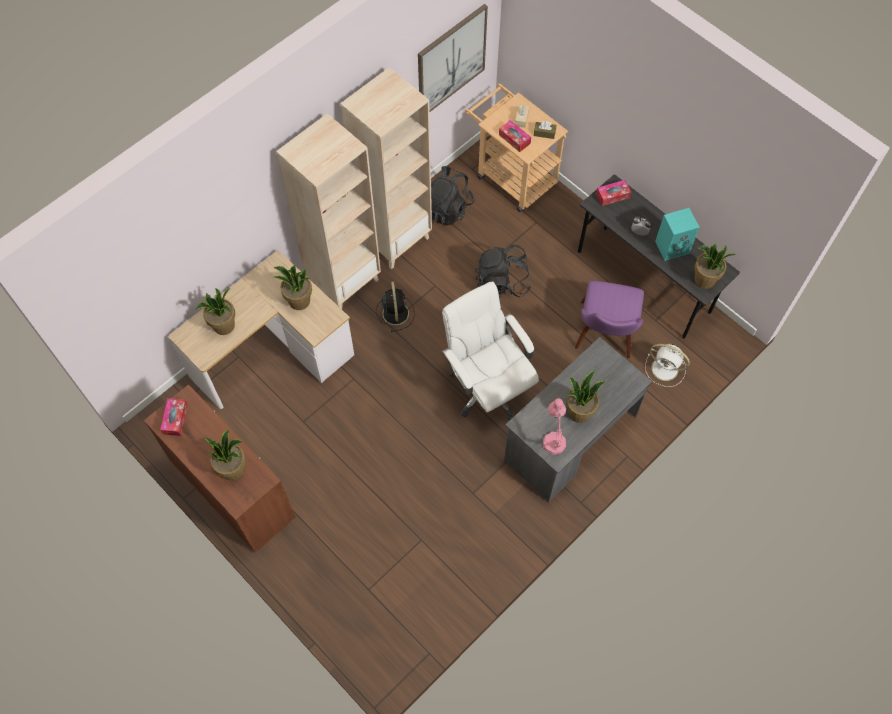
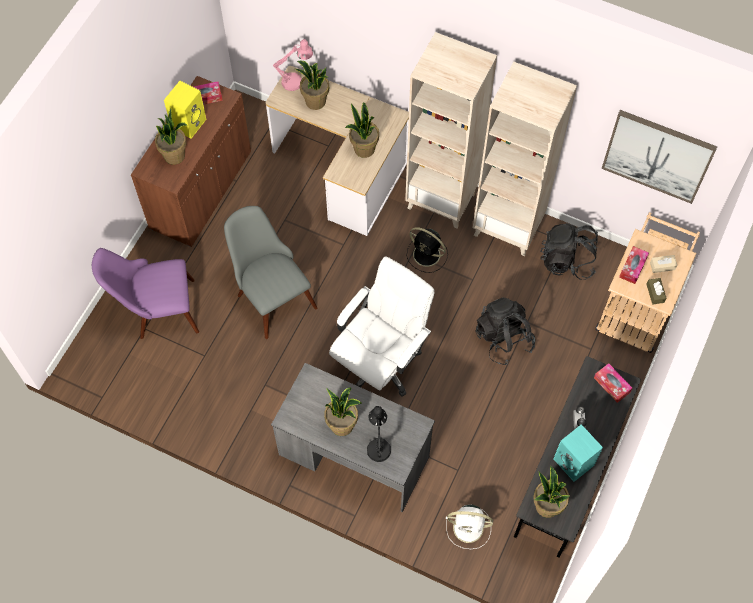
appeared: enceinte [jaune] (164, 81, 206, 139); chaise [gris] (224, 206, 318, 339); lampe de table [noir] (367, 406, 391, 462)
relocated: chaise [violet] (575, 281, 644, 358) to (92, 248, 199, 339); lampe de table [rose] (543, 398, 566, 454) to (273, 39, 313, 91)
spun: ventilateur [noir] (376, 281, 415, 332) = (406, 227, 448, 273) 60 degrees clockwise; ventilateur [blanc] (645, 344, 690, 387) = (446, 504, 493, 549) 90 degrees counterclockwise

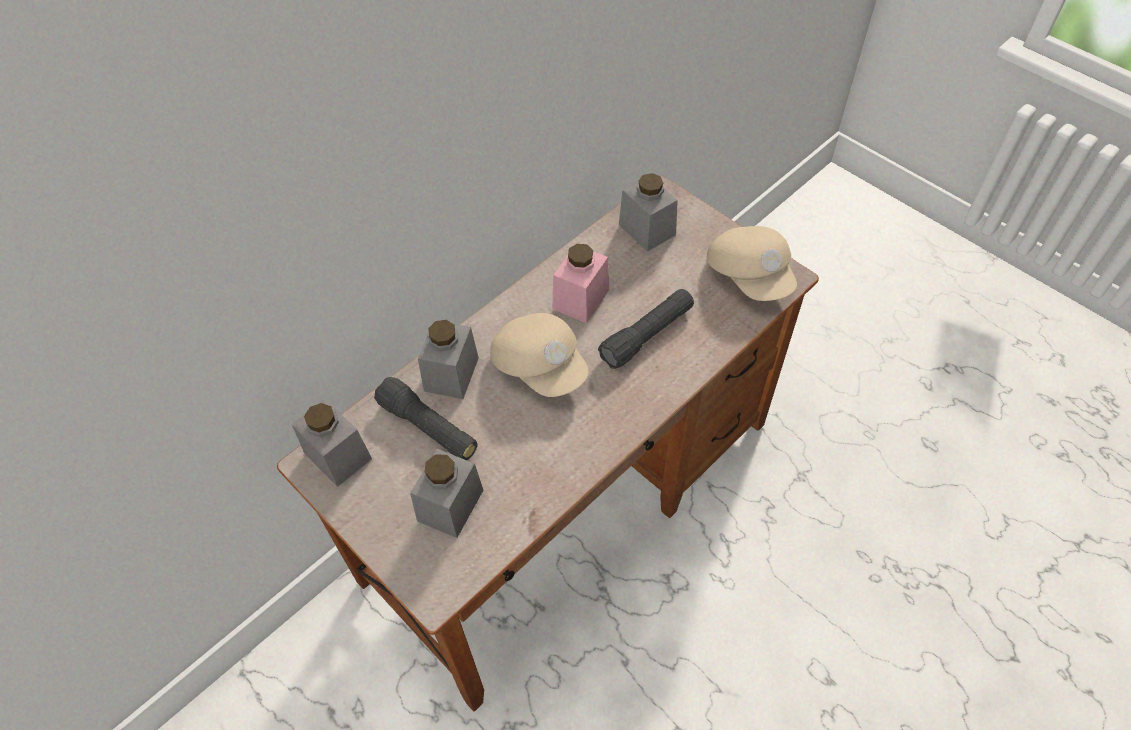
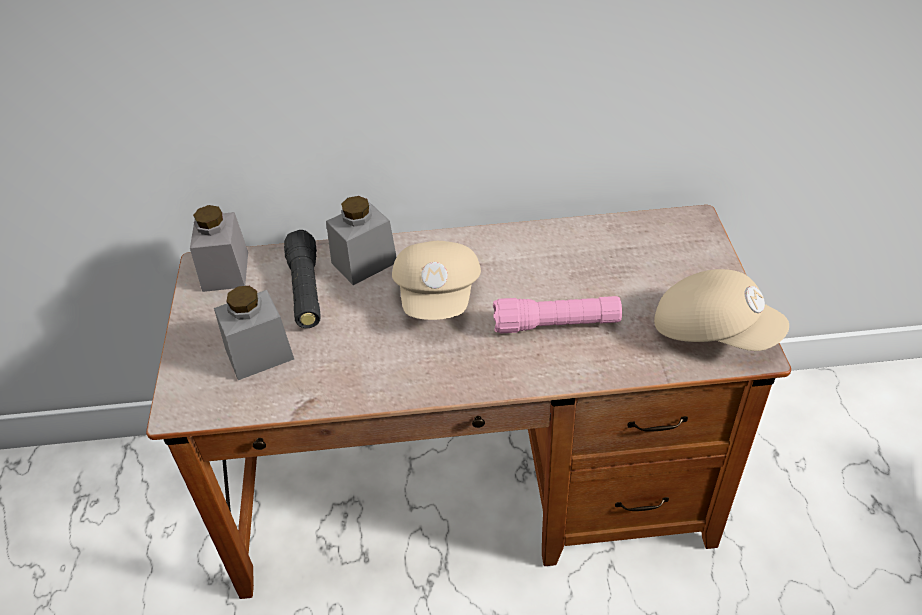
missing: bocal [gris] (619, 173, 678, 252); bocal [rose] (553, 244, 610, 324)
colour: lampe de poche [noir] (598, 289, 694, 369) to lampe de poche [rose] (493, 296, 622, 334)
spun: casquette [beige] (707, 226, 797, 301) = (654, 269, 789, 351) 75 degrees counterclockwise

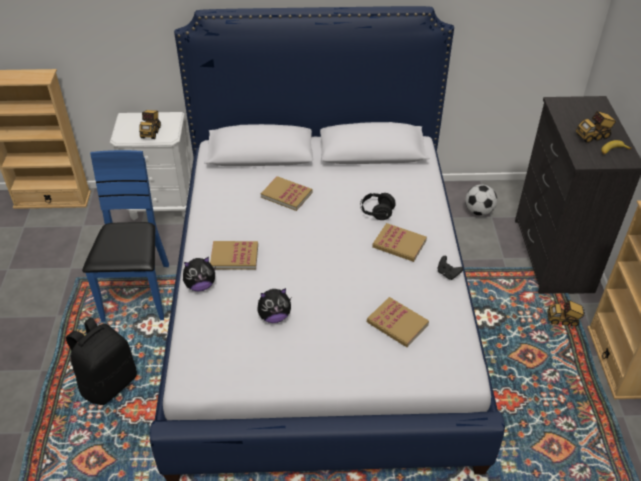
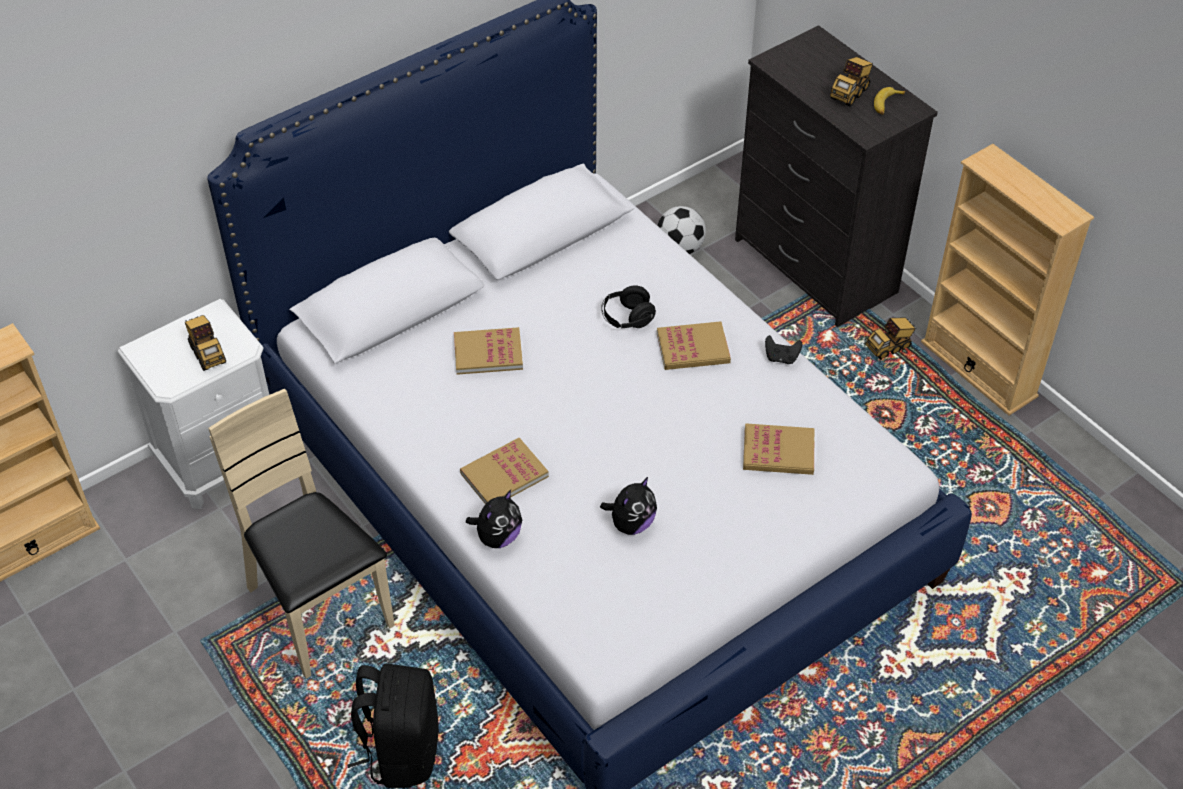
colour: chaise [bleu] (82, 150, 169, 322) to chaise [beige] (208, 389, 395, 679)

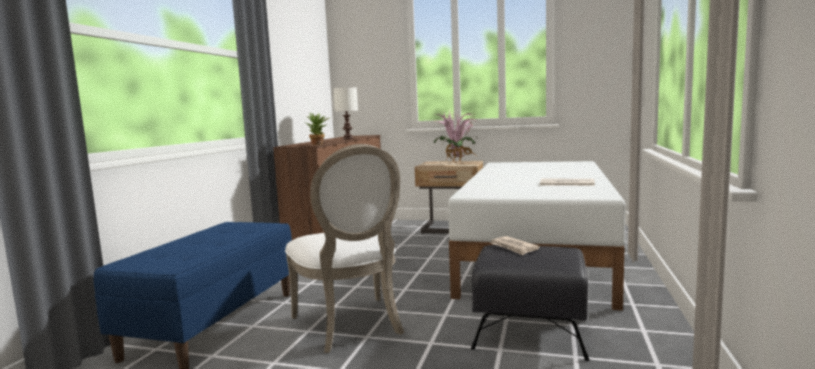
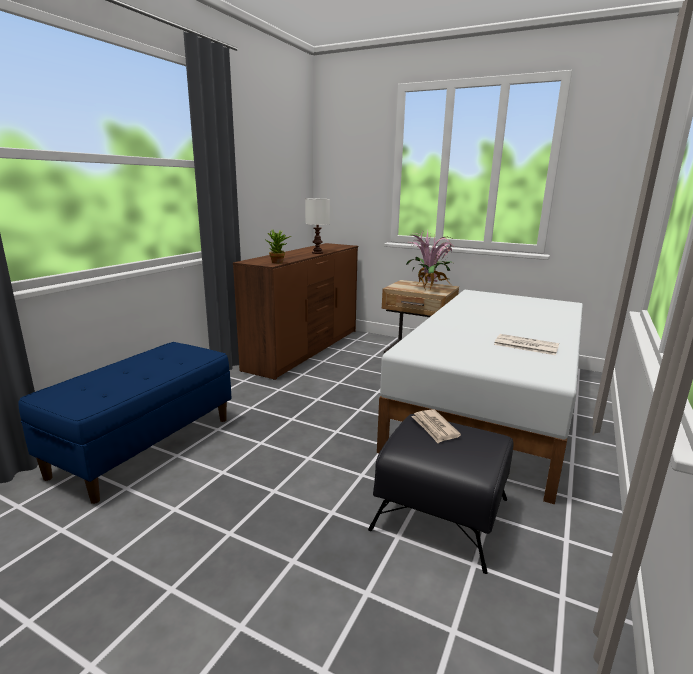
missing: chaise [blanc] (285, 144, 405, 353)

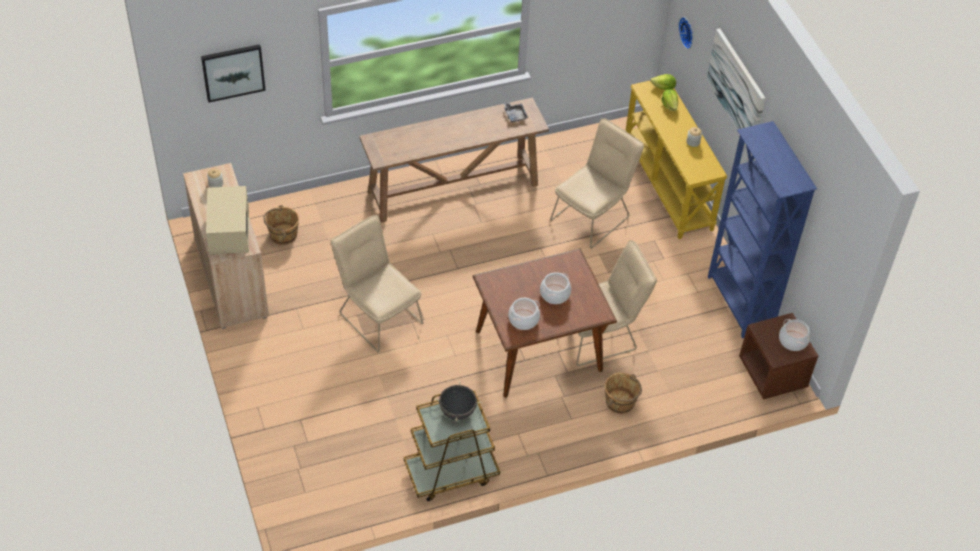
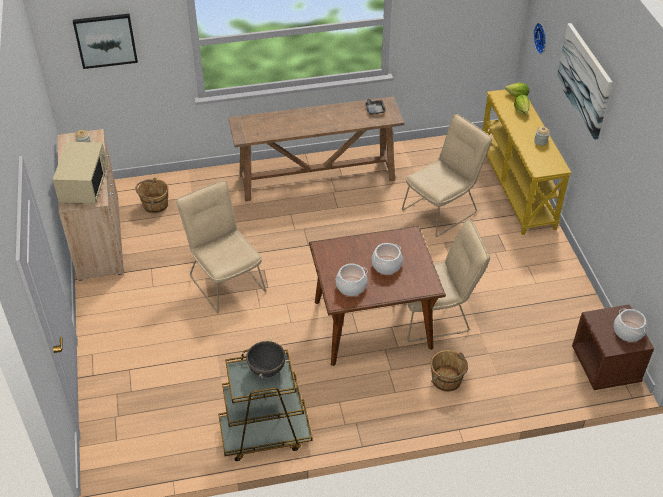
missing: bibliothèque [bleu] (708, 121, 817, 339)

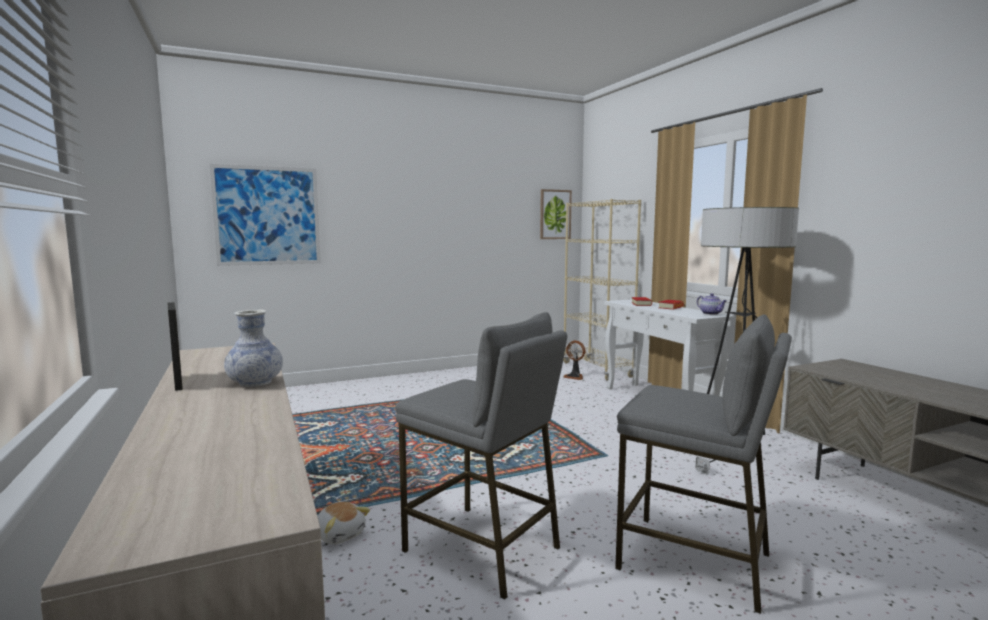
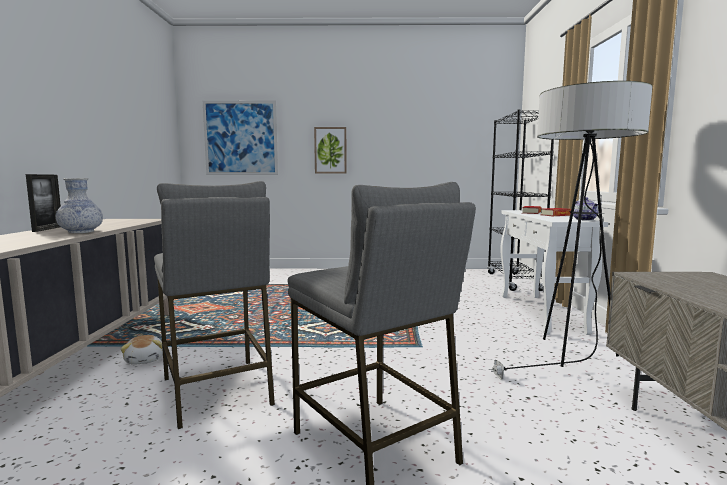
missing: ventilateur (563, 341, 586, 380)
relocated: tableau (540, 189, 572, 239) to (314, 127, 347, 173)
colour: bibliothèque [beige] (563, 199, 641, 381) to bibliothèque [noir] (487, 109, 554, 291)

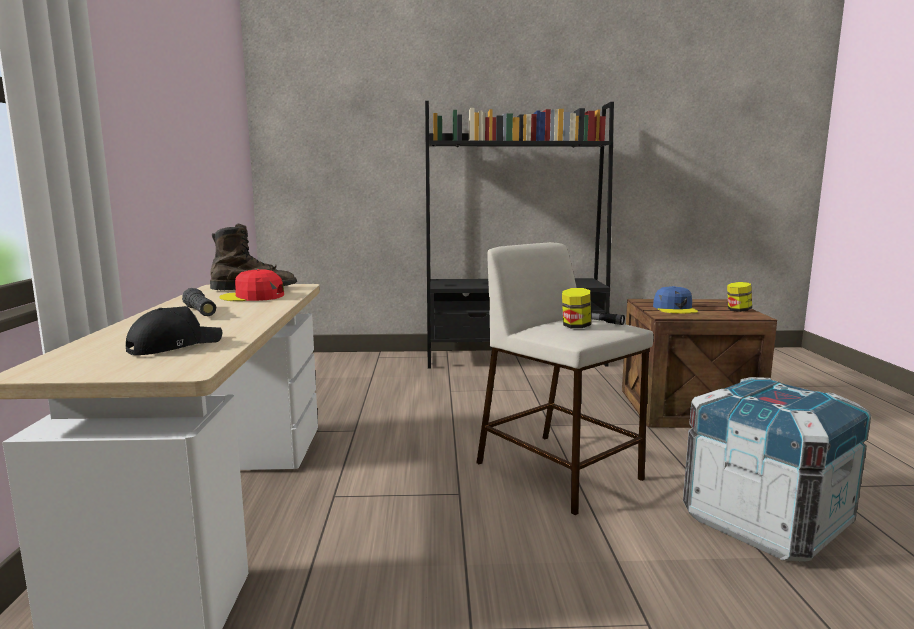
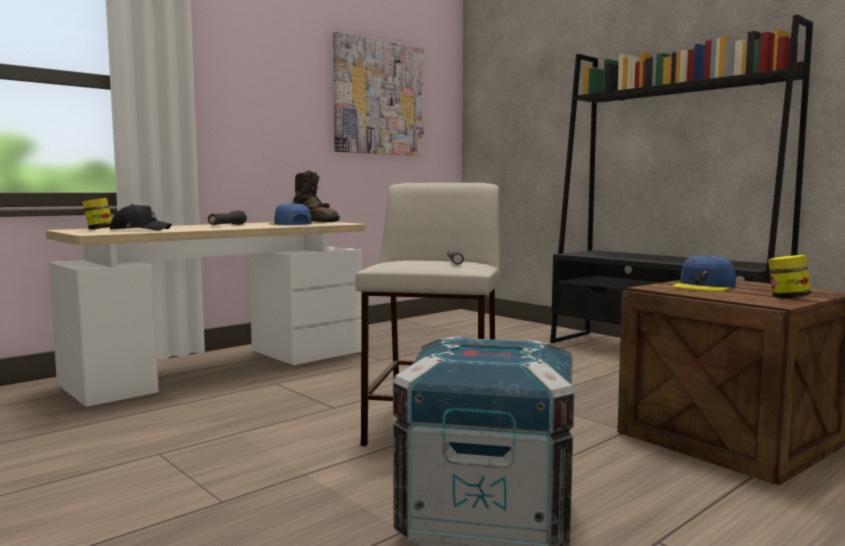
appeared: tableau (333, 31, 424, 156)
relocated: bocal (562, 288, 591, 328) to (82, 198, 112, 230)
colour: casquette [rouge] (219, 269, 284, 301) to casquette [bleu] (269, 202, 312, 225)

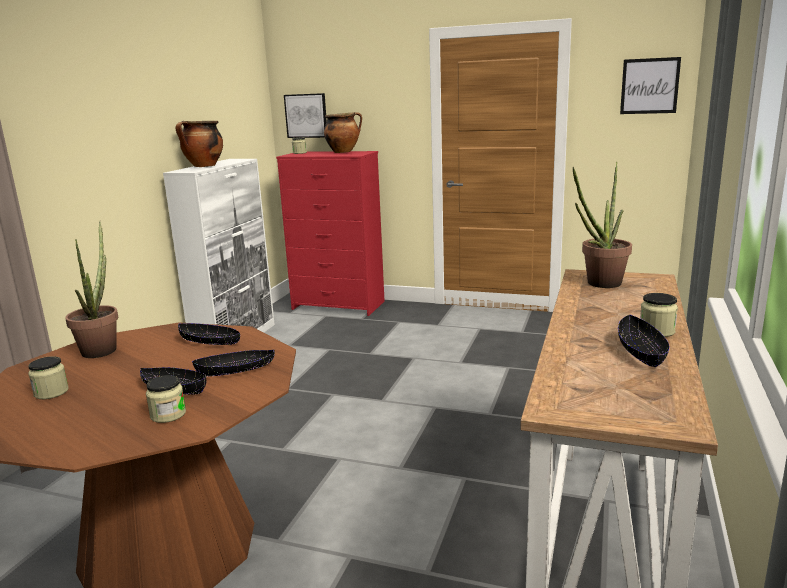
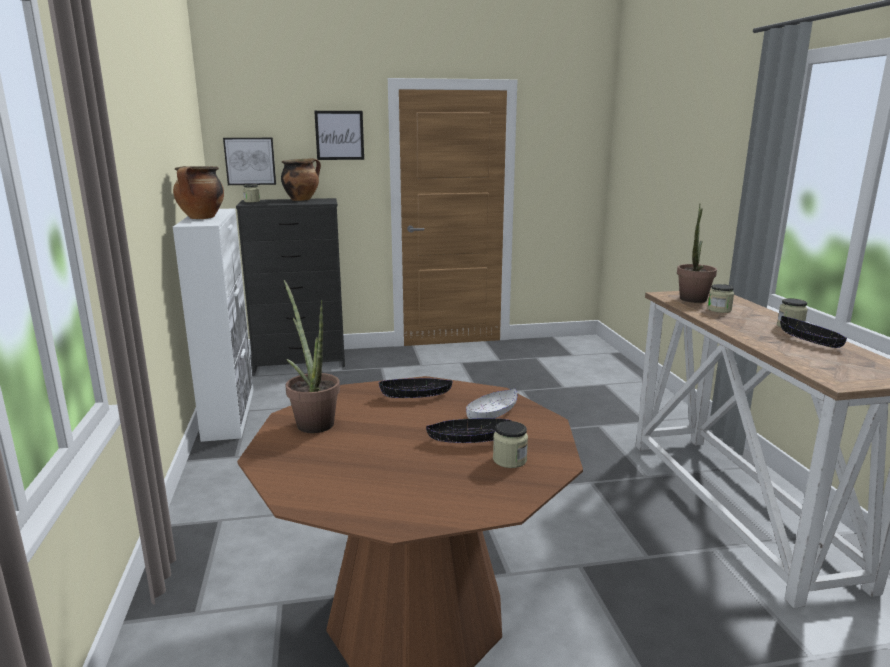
relocated: tableau (620, 57, 681, 114) to (314, 111, 364, 160); bocal (28, 356, 69, 399) to (707, 284, 734, 313)
colour: commode [rouge] (276, 151, 385, 316) to commode [noir] (236, 198, 345, 373); bol [noir] (192, 350, 275, 377) to bol [blanc] (466, 388, 517, 419)

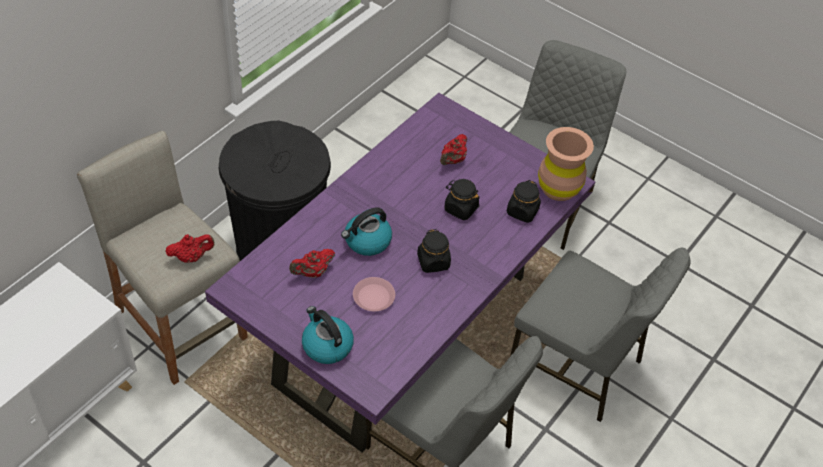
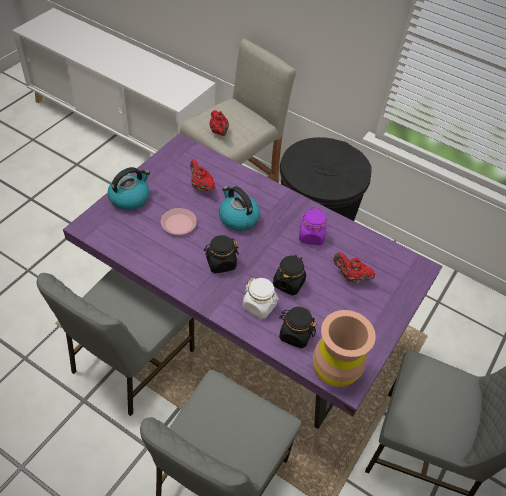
appeared: bocal [violet] (299, 207, 327, 245); bocal [blanc] (243, 278, 279, 319)

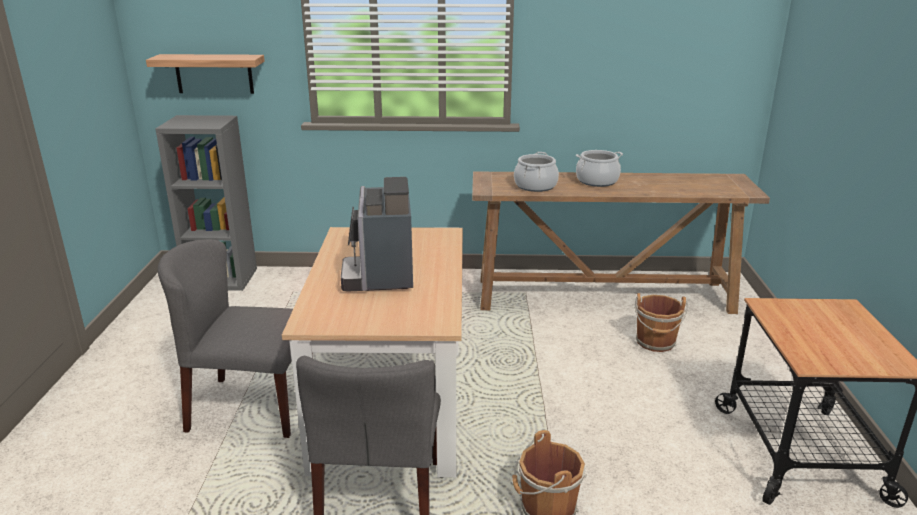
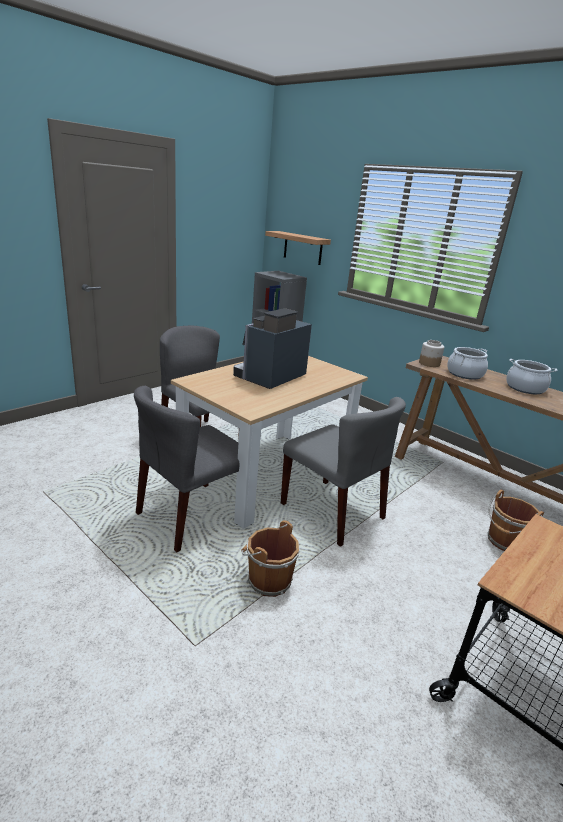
appeared: bocal (419, 340, 444, 367); chaise [gris] (281, 397, 406, 547)

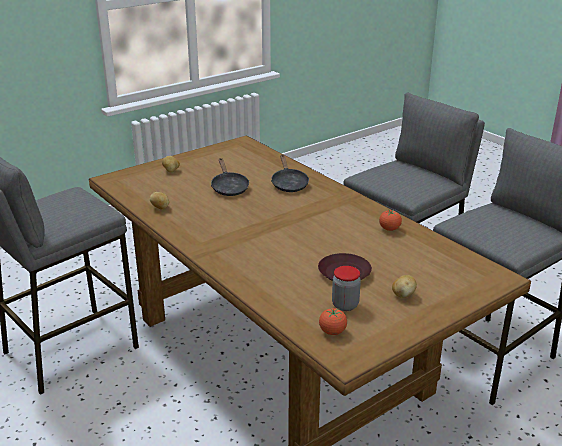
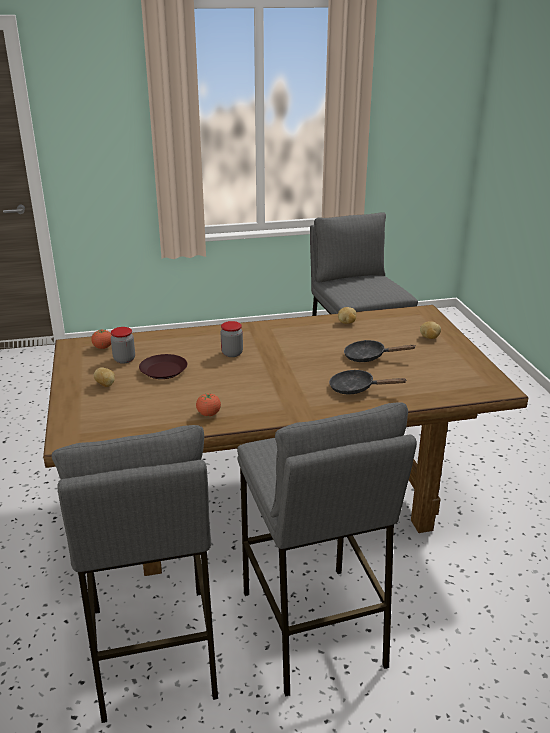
appeared: bocal (220, 321, 243, 357)

